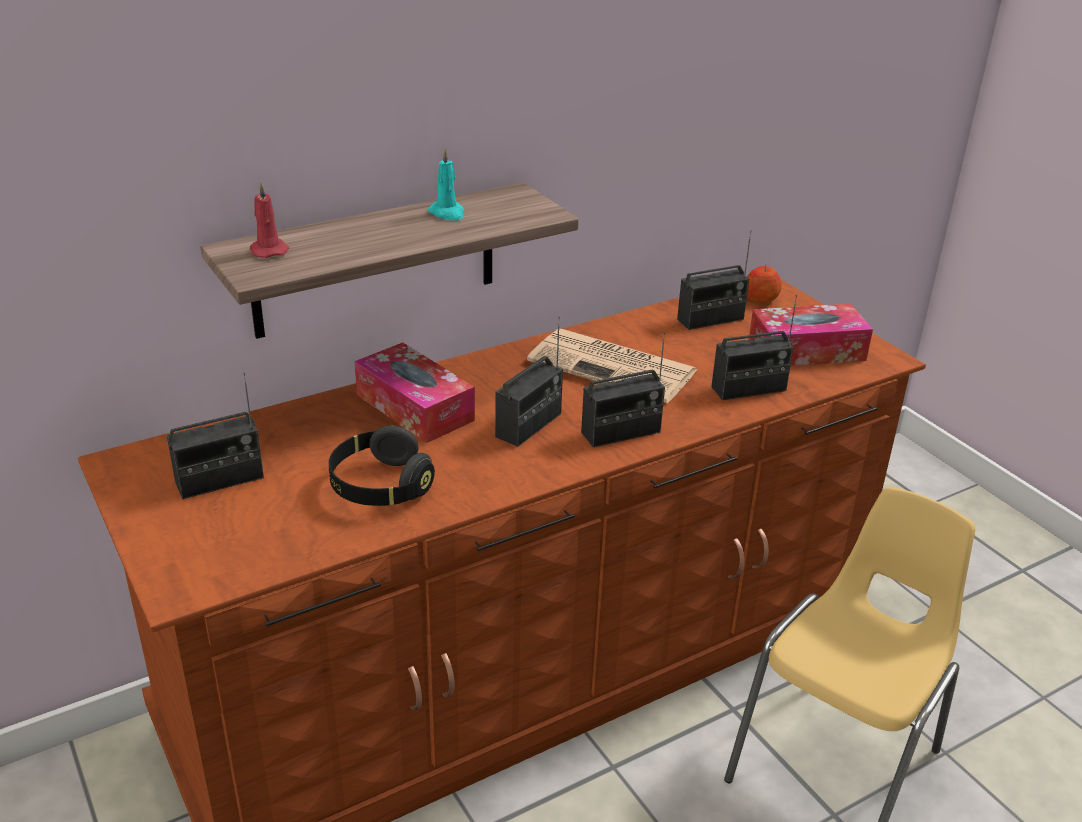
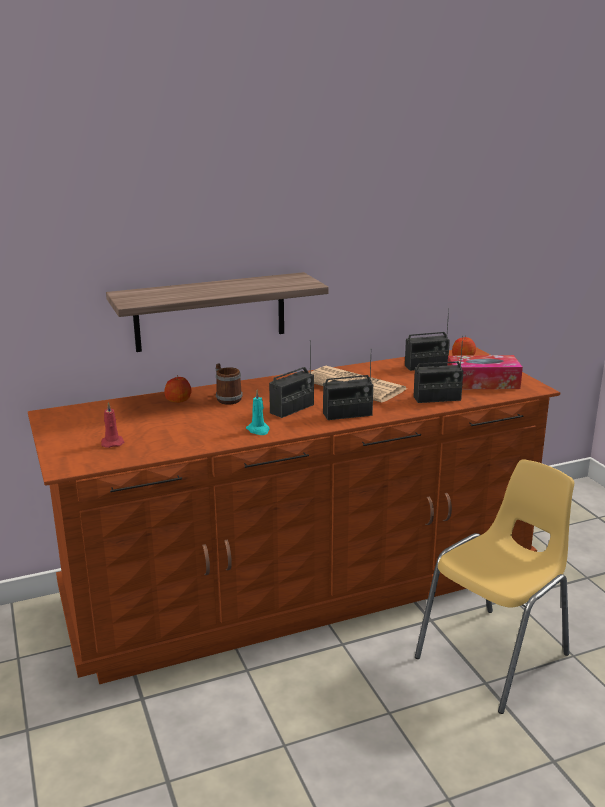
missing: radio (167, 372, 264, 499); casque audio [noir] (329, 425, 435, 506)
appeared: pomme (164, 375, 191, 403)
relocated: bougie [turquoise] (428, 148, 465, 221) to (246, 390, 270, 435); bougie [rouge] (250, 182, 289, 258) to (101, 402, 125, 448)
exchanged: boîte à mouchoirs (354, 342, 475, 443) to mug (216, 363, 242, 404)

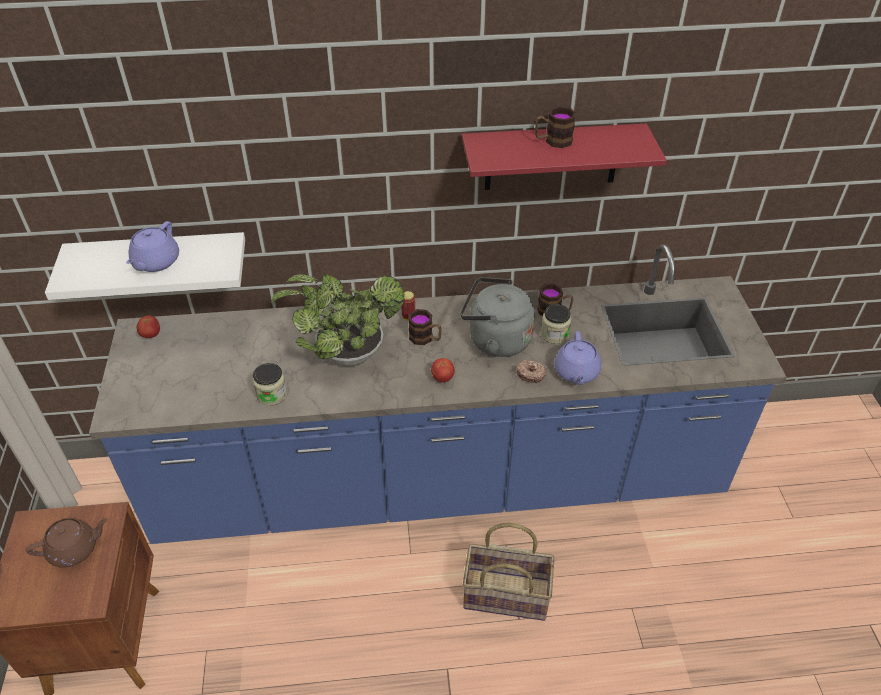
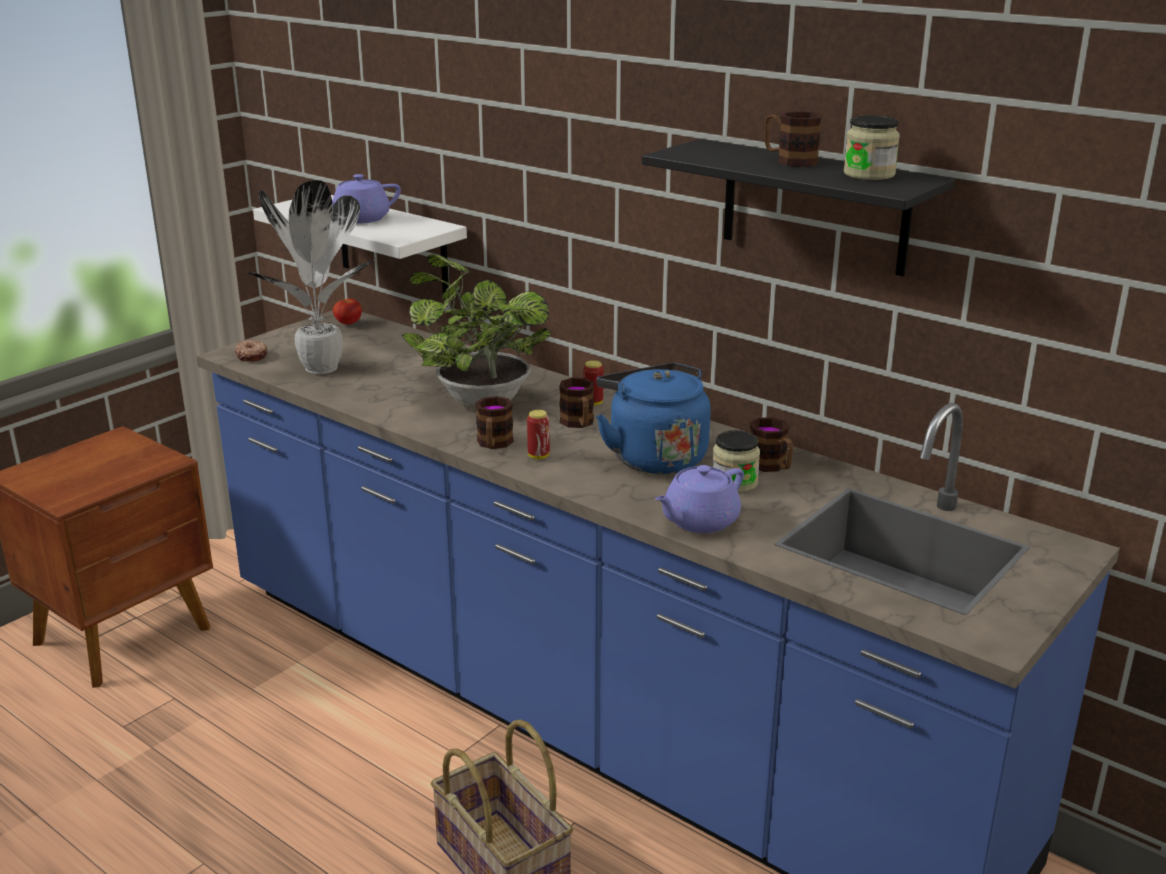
missing: théière [marron] (26, 518, 108, 568)
appeared: plante en pot (247, 180, 374, 374); mug (476, 396, 514, 449)
relocated: beignet (516, 360, 546, 383) to (235, 340, 267, 362); bocal (253, 363, 287, 406) to (844, 115, 900, 180)
exchanged: tomate (431, 358, 455, 382) to boîte métallique (527, 410, 550, 459)
colour: étagère [rouge] (462, 123, 667, 190) to étagère [noir] (642, 139, 955, 276); bouilloire [gris] (461, 277, 535, 357) to bouilloire [bleu] (596, 363, 711, 474)

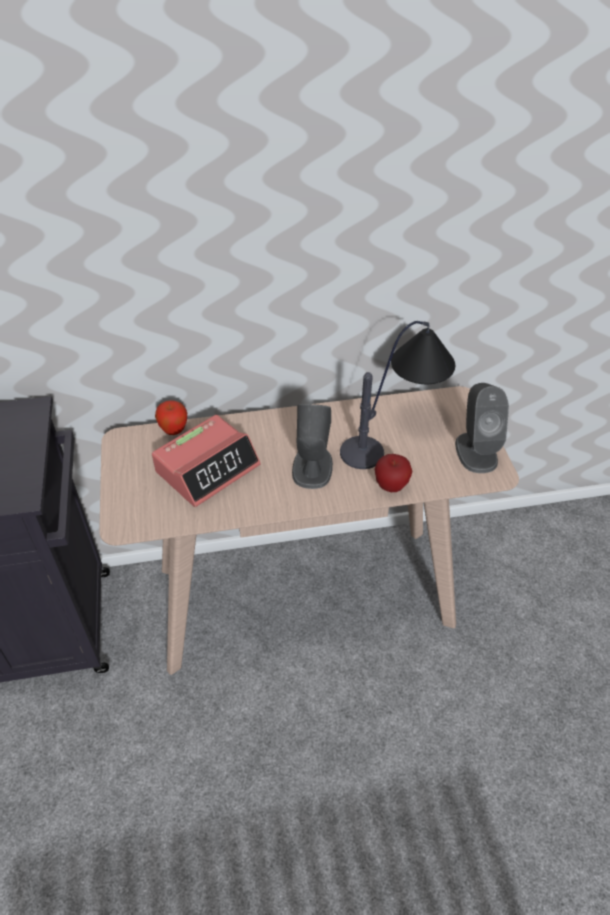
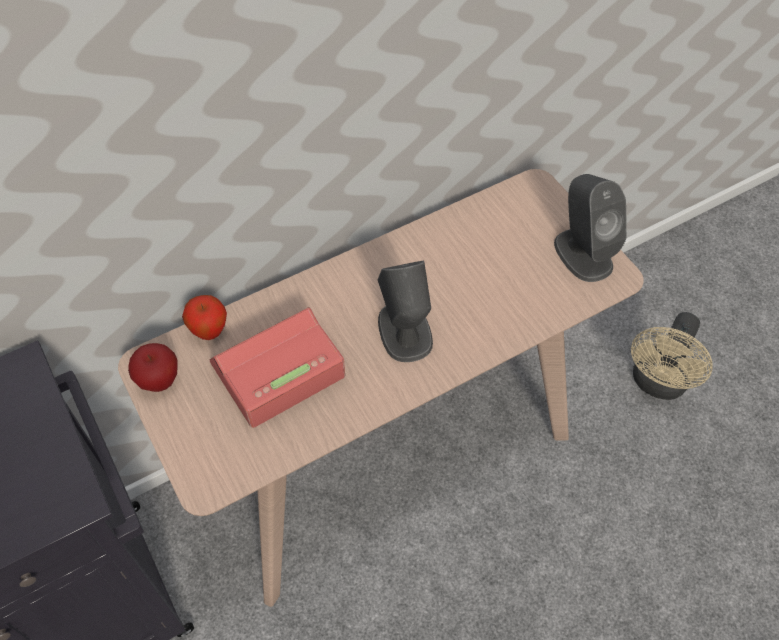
missing: lampe de table (340, 321, 455, 469)
appeared: ventilateur [beige] (631, 312, 713, 400)
relocated: pomme (375, 454, 413, 492) to (128, 343, 178, 392)
spun: réveil (152, 415, 260, 507) = (210, 307, 345, 428) 150 degrees counterclockwise

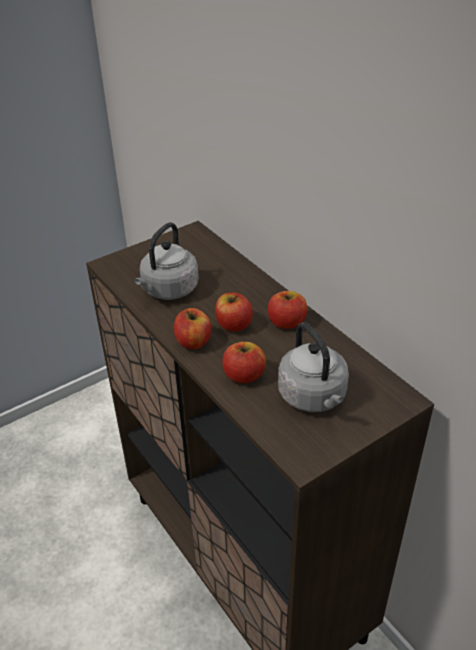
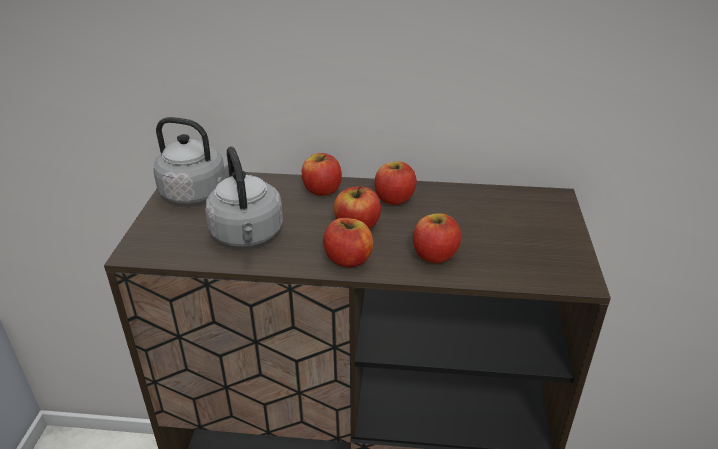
appeared: pomme (302, 153, 342, 196)
relocated: bouilloire [gris] (278, 322, 349, 412) to (153, 117, 230, 204)

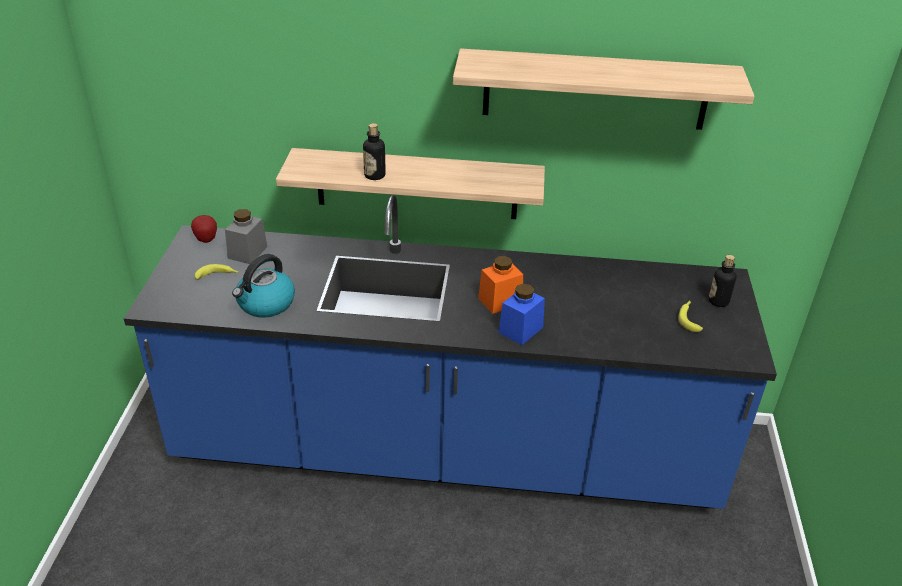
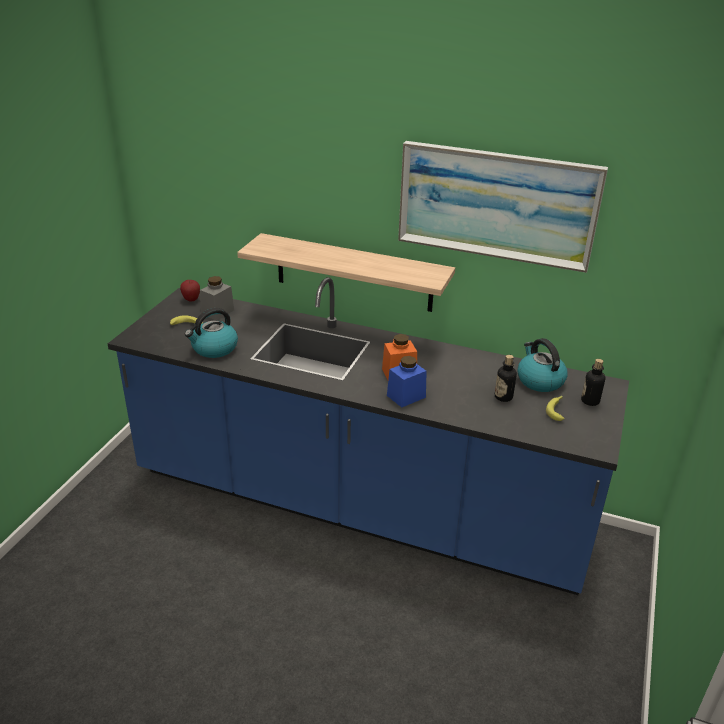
appeared: bouilloire (517, 338, 568, 392)
relocated: bouteille (363, 123, 386, 180) to (495, 355, 517, 402)
exchanged: étagère (453, 48, 755, 130) to tableau (398, 141, 608, 273)

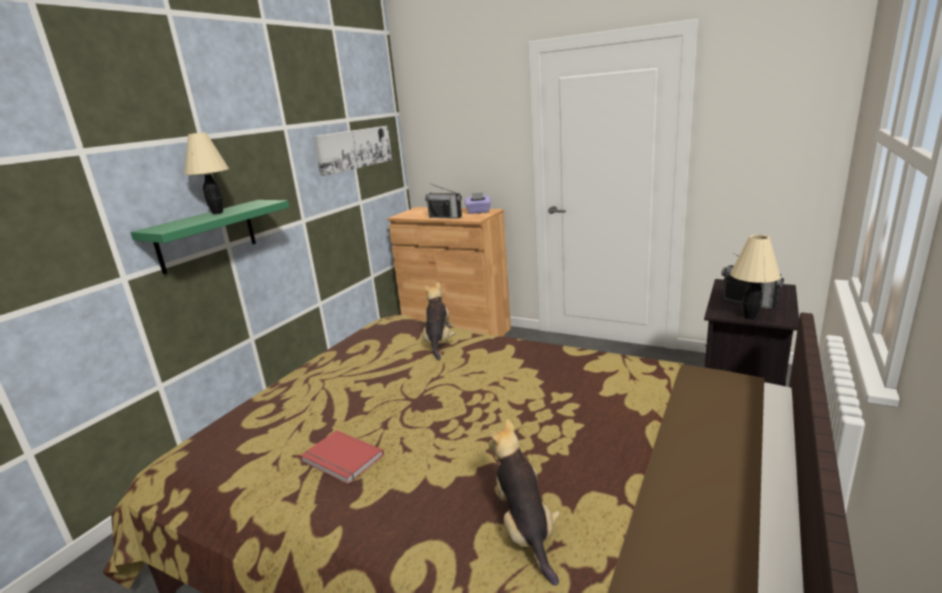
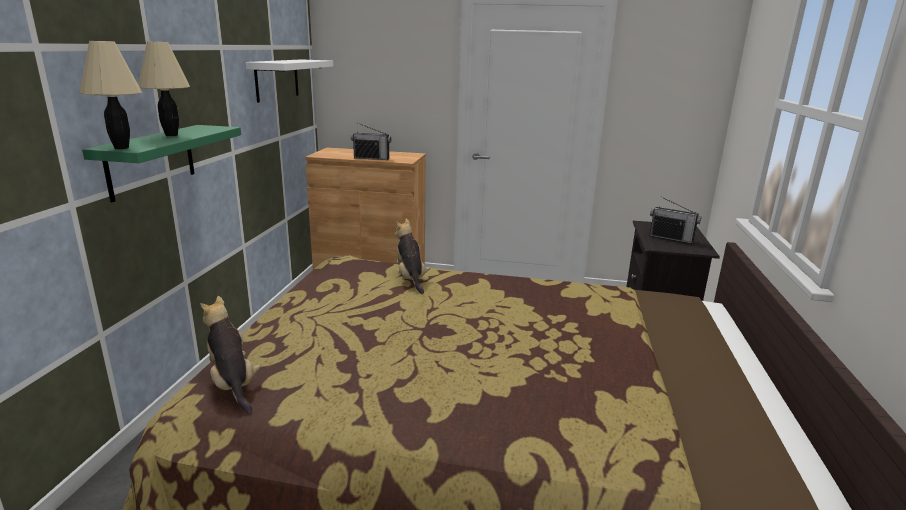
missing: boîte à mouchoirs [violet] (465, 192, 491, 214); livre [rouge] (300, 430, 384, 484)
relocated: lampe de table [beige] (730, 235, 781, 319) to (79, 41, 142, 149); peluche (488, 419, 560, 586) to (200, 296, 261, 413)
exchanged: tableau (313, 126, 392, 176) to étagère [blanc] (246, 59, 333, 103)

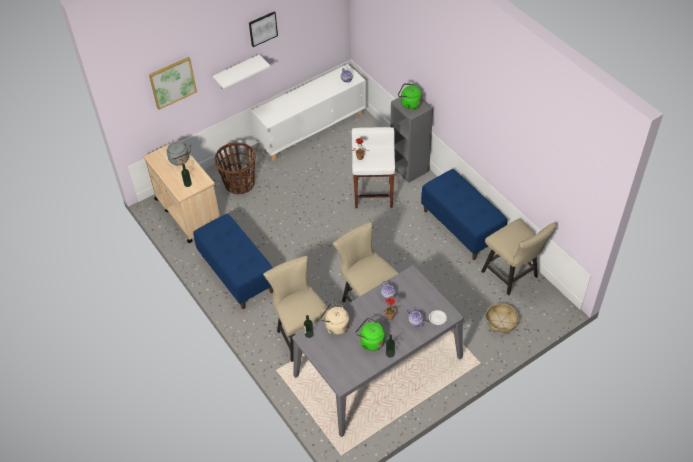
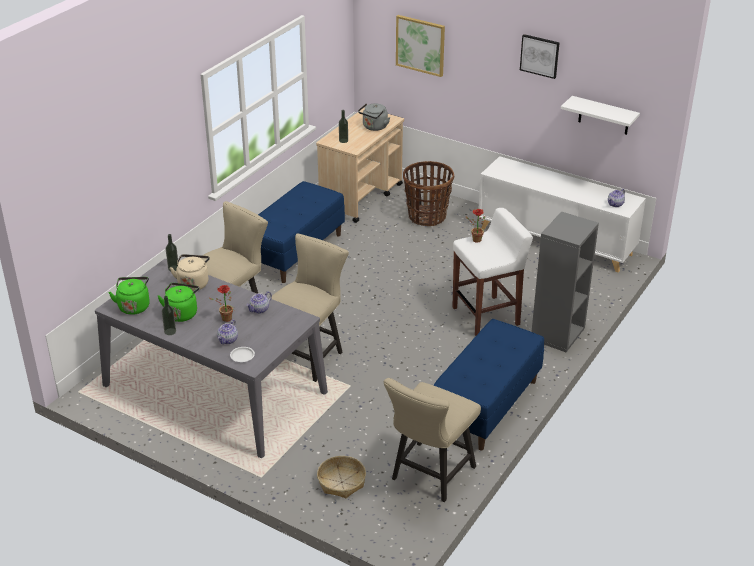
relocated: étagère [blanc] (213, 55, 270, 89) to (561, 96, 640, 135); bouilloire [vert] (398, 83, 422, 110) to (109, 277, 150, 315)

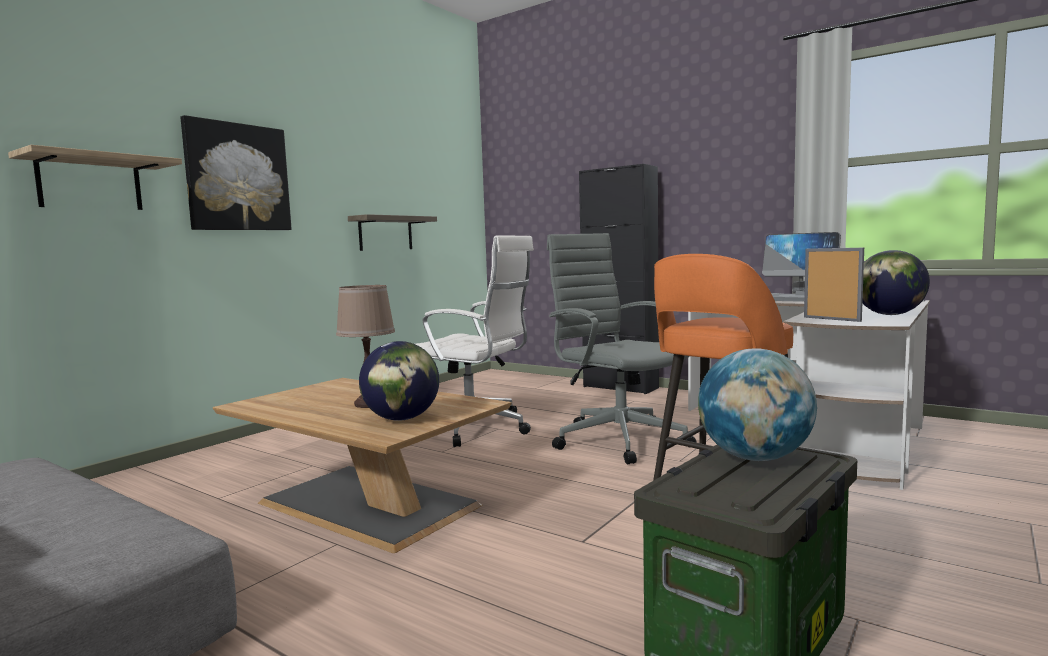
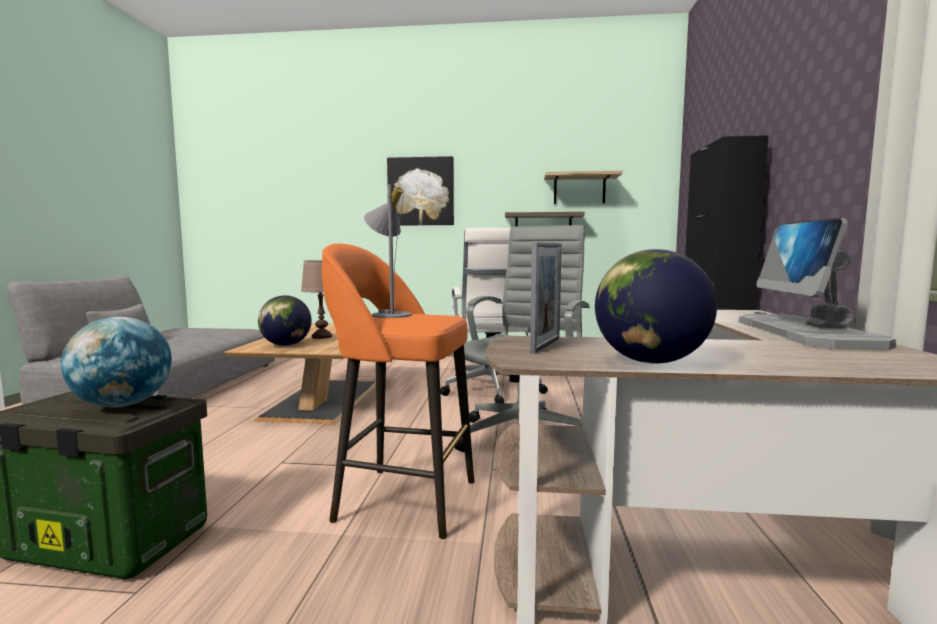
appeared: lampe de table [gris] (364, 184, 412, 318)
relocated: étagère (8, 145, 182, 210) to (544, 171, 623, 204)

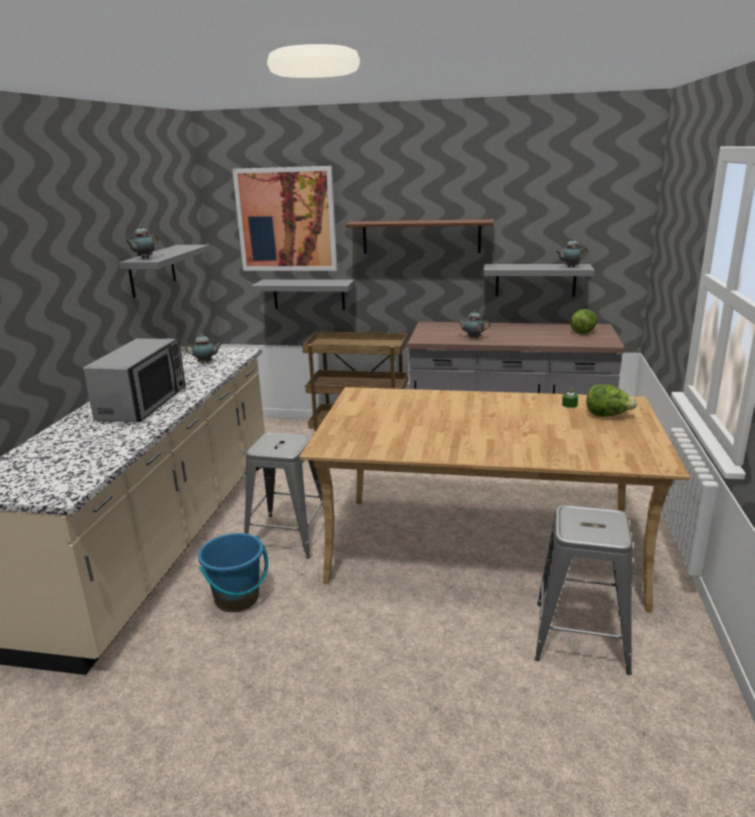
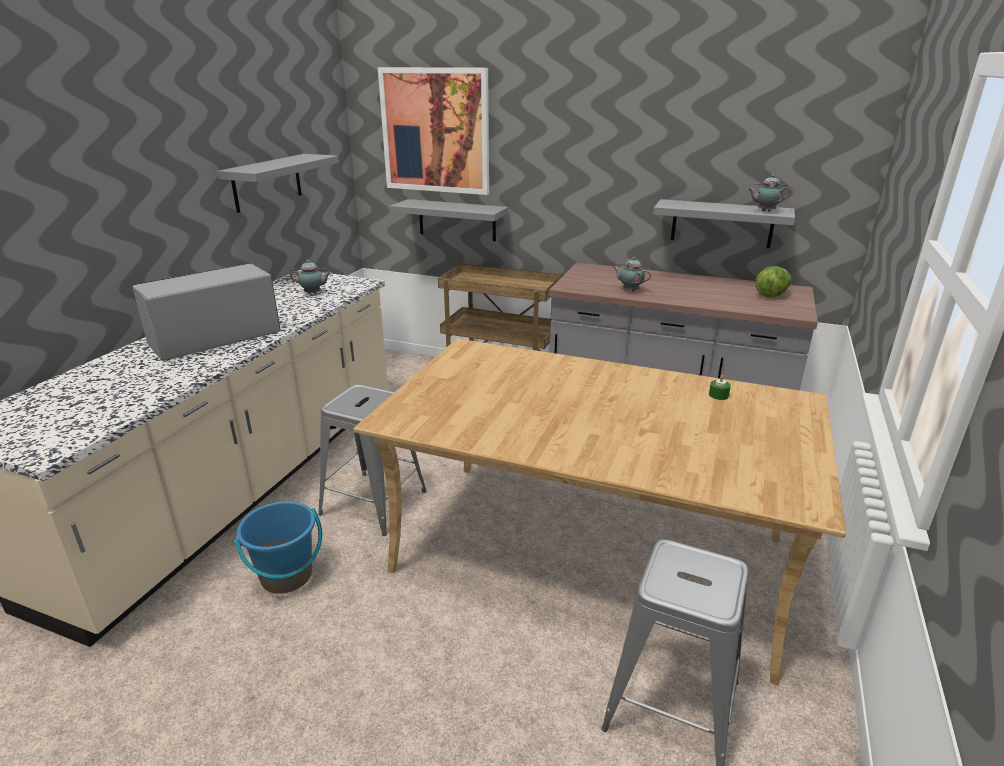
missing: étagère [marron] (345, 219, 494, 254); théière (125, 226, 158, 259); laitue (586, 384, 638, 417)
spun: micro-ondes (83, 338, 186, 422) = (132, 263, 281, 361) 150 degrees counterclockwise

